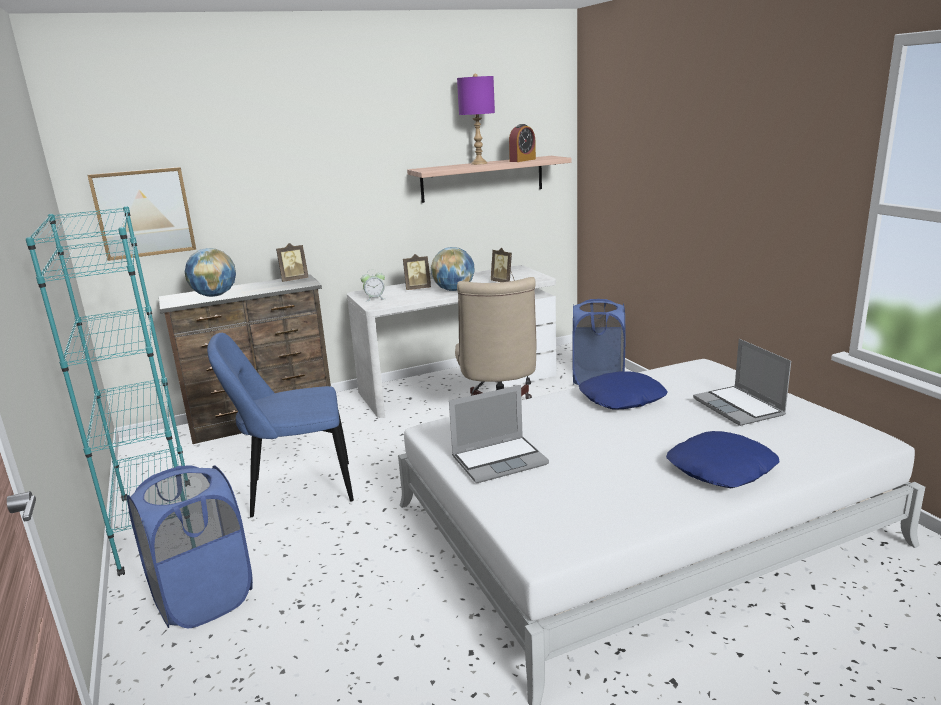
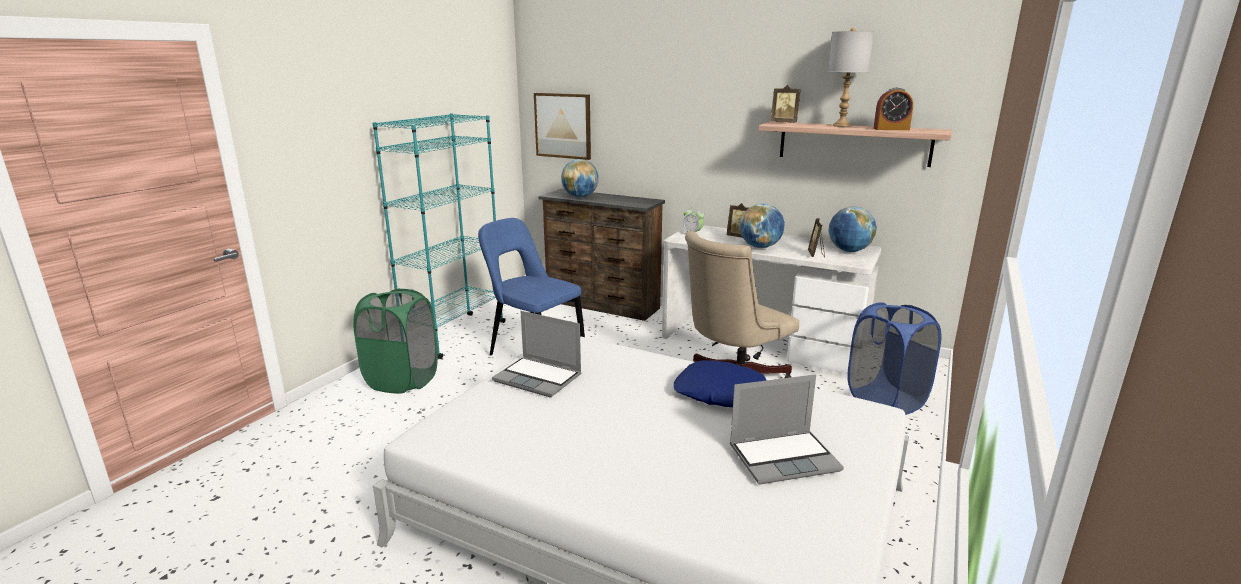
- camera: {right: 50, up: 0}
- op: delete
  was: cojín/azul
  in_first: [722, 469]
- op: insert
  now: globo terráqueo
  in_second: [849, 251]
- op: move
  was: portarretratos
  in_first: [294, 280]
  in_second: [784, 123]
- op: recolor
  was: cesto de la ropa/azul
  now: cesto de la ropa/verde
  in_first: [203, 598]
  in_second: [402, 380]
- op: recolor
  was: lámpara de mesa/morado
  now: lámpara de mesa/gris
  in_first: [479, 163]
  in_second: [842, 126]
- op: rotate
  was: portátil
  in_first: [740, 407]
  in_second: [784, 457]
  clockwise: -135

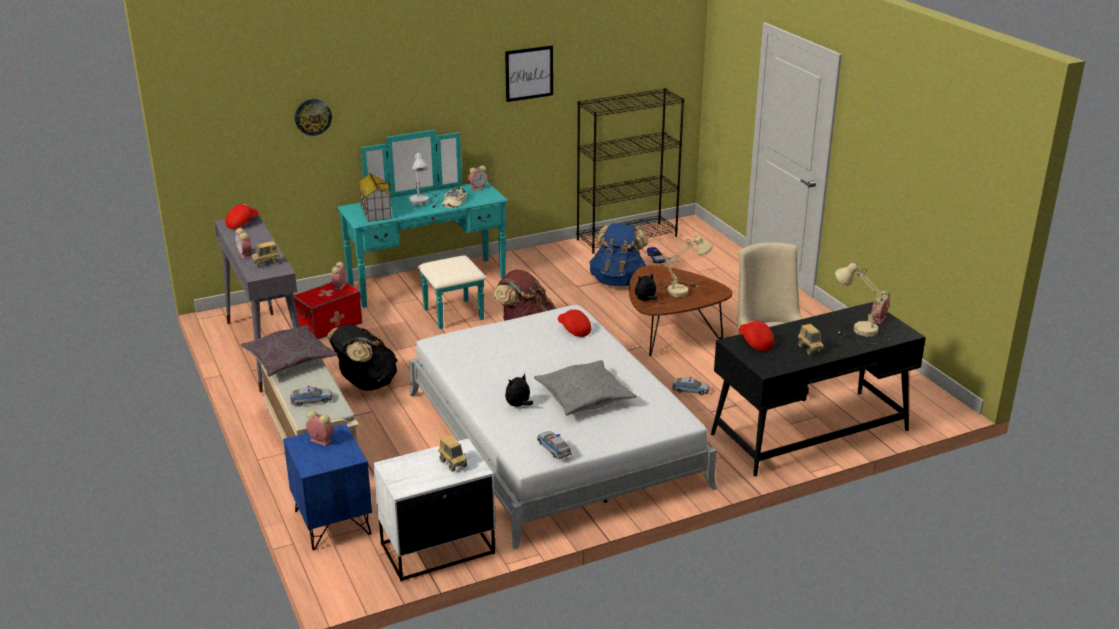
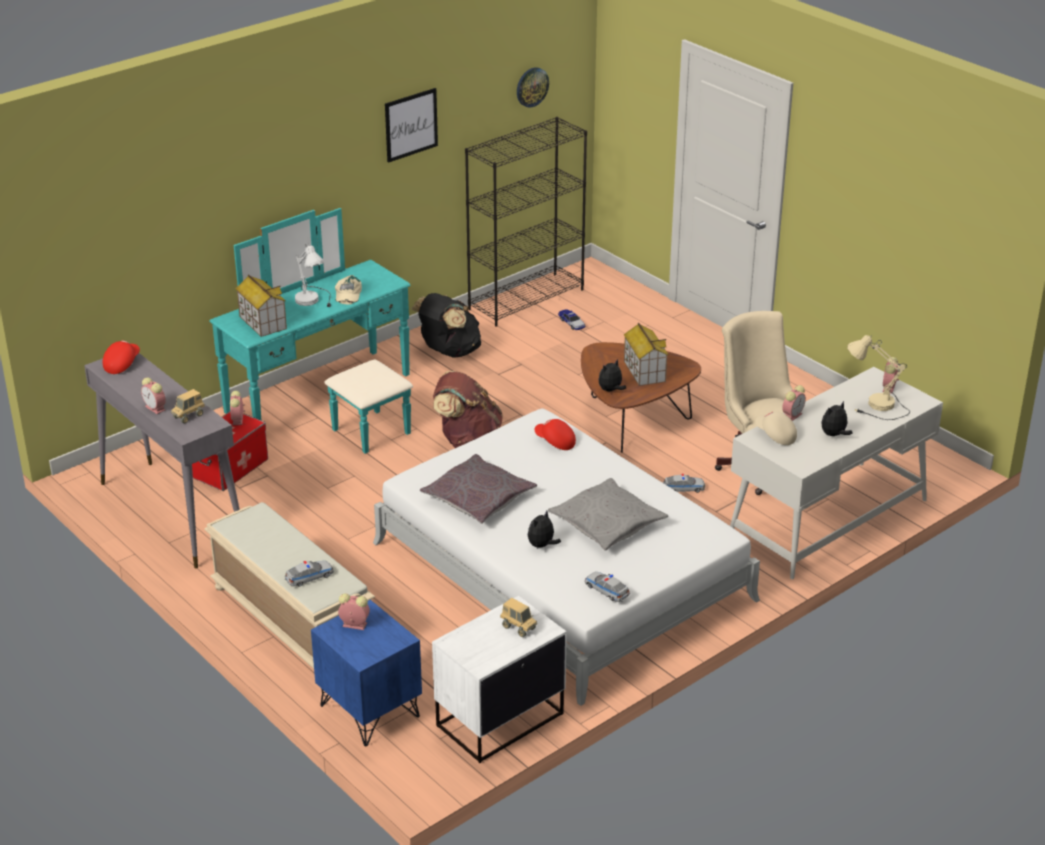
- camera: {right: -15, up: 5}
- op: delete
  was: mochila/azul
  in_first: [618, 281]
- op: move
  was: cojín/gris
  in_first: [290, 359]
  in_second: [478, 498]
- op: move
  was: reloj de pared
  in_first: [313, 117]
  in_second: [532, 87]
- op: move
  was: mochila/negro
  in_first: [365, 384]
  in_second: [448, 352]
- op: move
  was: despertador
  in_first: [478, 187]
  in_second: [792, 415]
- op: replace
  was: lámpara de mesa/beis
  now: casita
  in_first: [681, 290]
  in_second: [644, 371]
- op: replace
  was: camión de juguete
  now: peluche
  in_first: [810, 349]
  in_second: [834, 435]
- op: recolor
  was: escritorio/negro
  now: escritorio/blanco
  in_first: [809, 432]
  in_second: [827, 518]
- op: recolor
  was: gorra/rojo
  now: gorra/beis
  in_first: [755, 343]
  in_second: [775, 435]

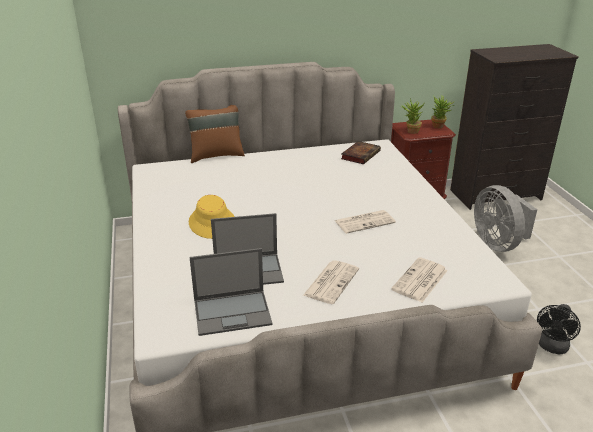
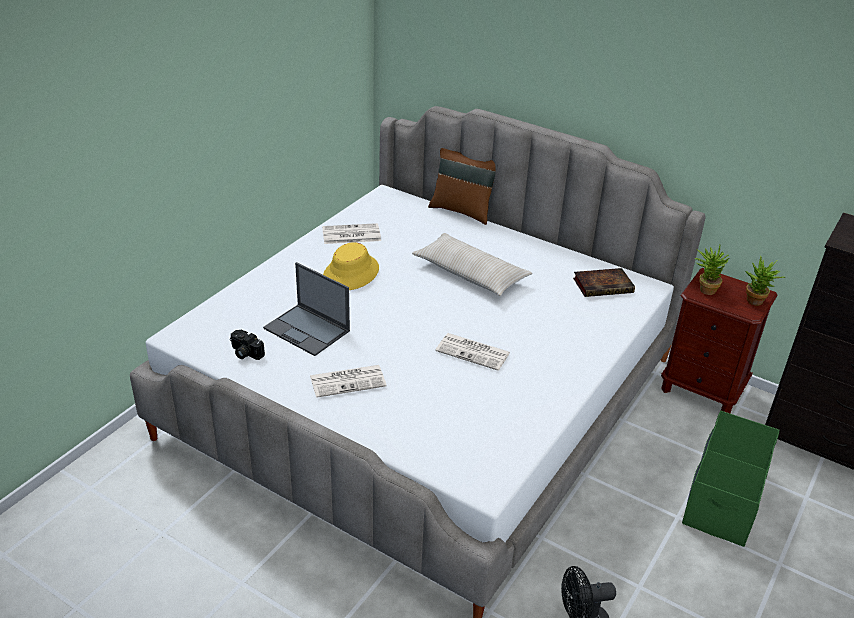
- camera: {right: 45, up: 5}
- op: insert
  now: cojín/beis
  in_second: [470, 274]
- op: move
  was: periódico
  in_first: [420, 281]
  in_second: [350, 235]
- op: replace
  was: portátil
  now: cámara
  in_first: [233, 312]
  in_second: [245, 353]
- op: replace
  was: ventilador/gris
  now: caja de almacenaje/verde
  in_first: [498, 243]
  in_second: [723, 497]

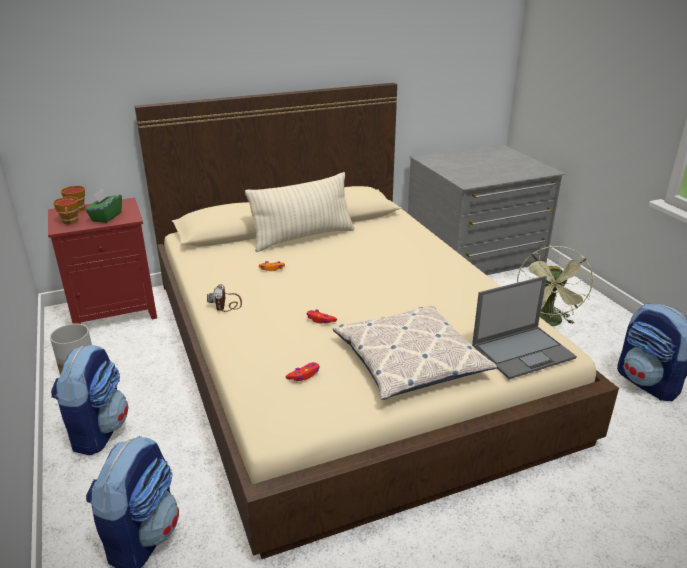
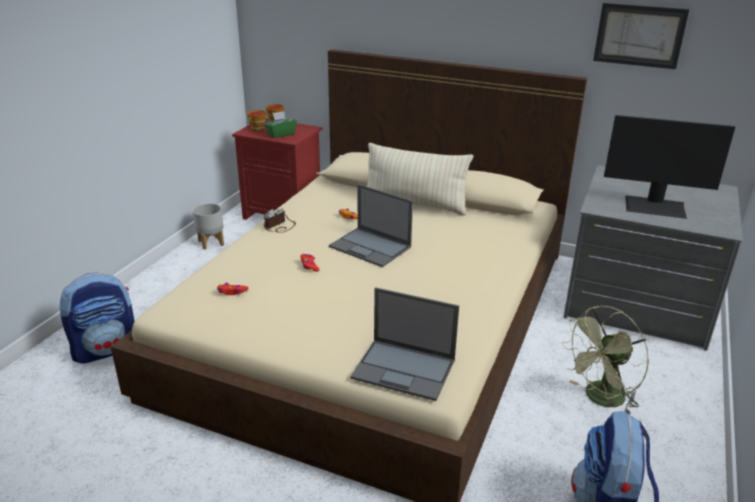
- camera: {right: 45, up: 0}
- op: delete
  was: mochila
  in_first: [98, 431]
- op: delete
  was: cojín
  in_first: [409, 361]
- op: insert
  now: portátil
  in_second: [371, 247]
- op: insert
  now: cuadro
  in_second: [639, 35]
- op: insert
  now: monitor
  in_second: [655, 207]

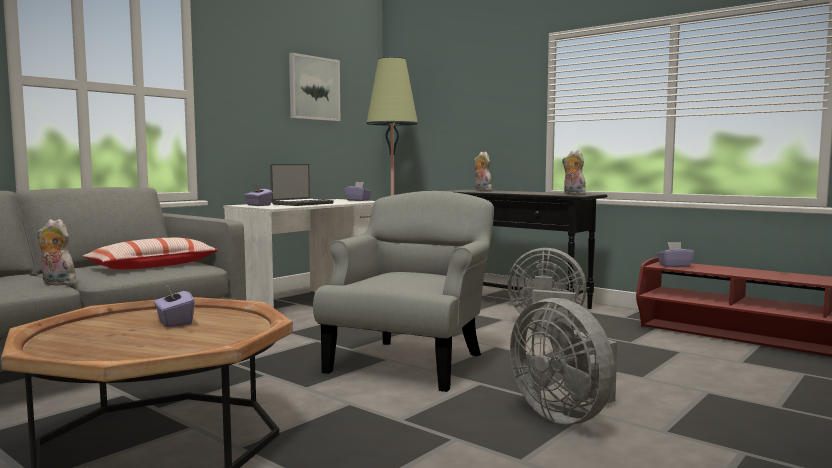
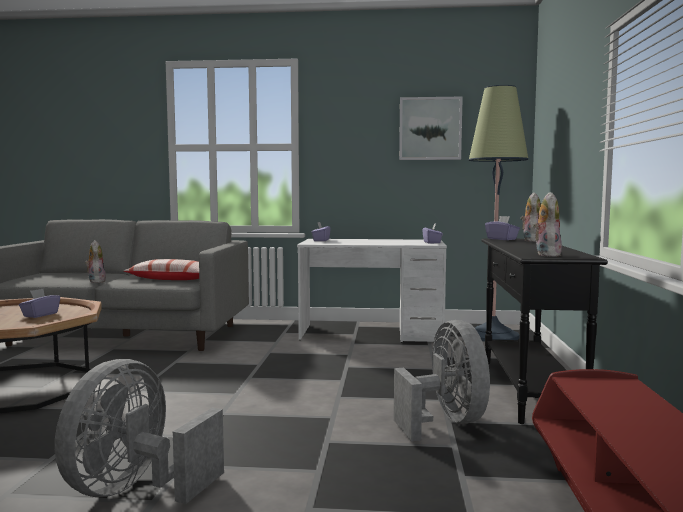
- camera: {right: 55, up: 0}
- op: delete
  was: portátil
  in_first: [302, 204]
- op: delete
  was: sillón/gris
  in_first: [410, 362]
- op: move
  was: caja de pañuelos/morado
  in_first: [674, 266]
  in_second: [502, 239]

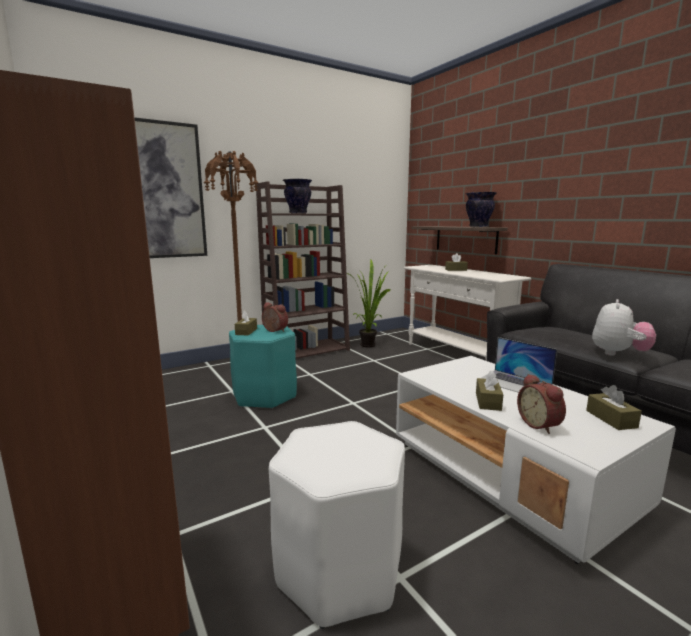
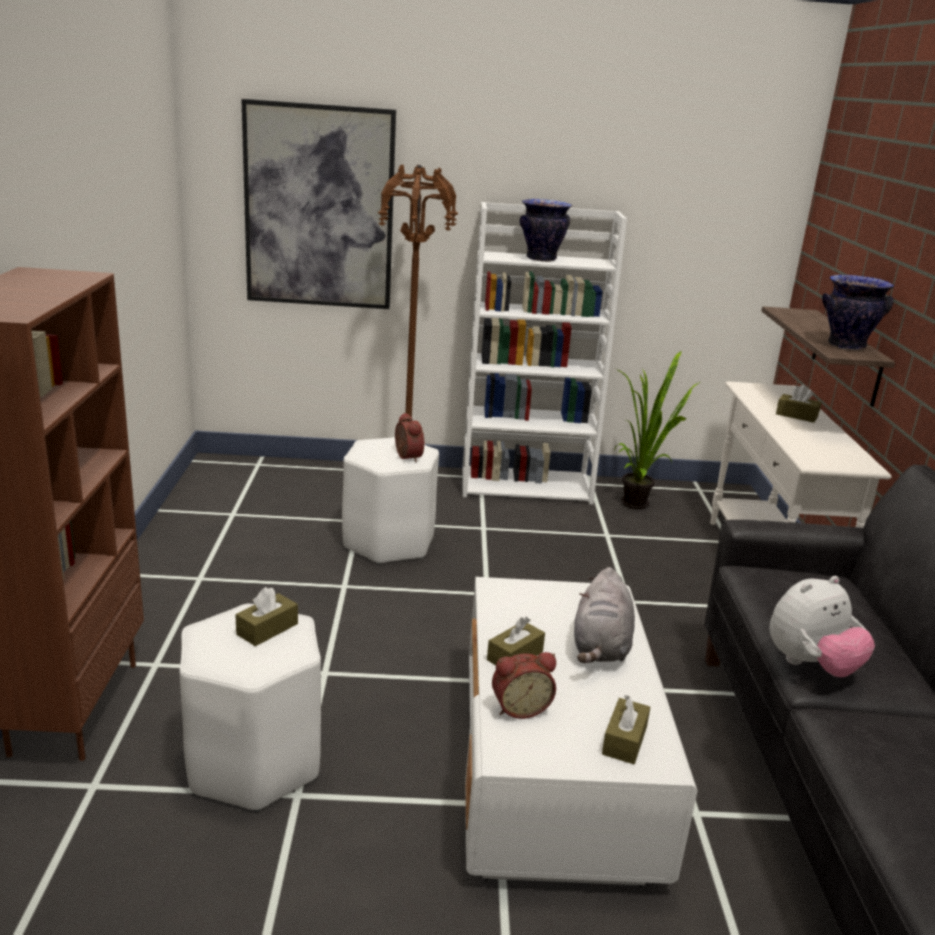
- camera: {right: 30, up: 10}
- op: move
  was: caja de pañuelos/marrón
  in_first: [246, 331]
  in_second: [267, 629]
- op: replace
  was: portátil
  now: peluche/gris
  in_first: [514, 383]
  in_second: [600, 647]
- op: recolor
  was: taburete/turquesa
  now: taburete/blanco
  in_first: [264, 396]
  in_second: [388, 542]
- op: recolor
  was: estantería/marrón
  now: estantería/blanco
  in_first: [307, 351]
  in_second: [527, 485]
- op: rotate
  was: despertador
  in_first: [540, 424]
  in_second: [519, 707]
  clockwise: -120

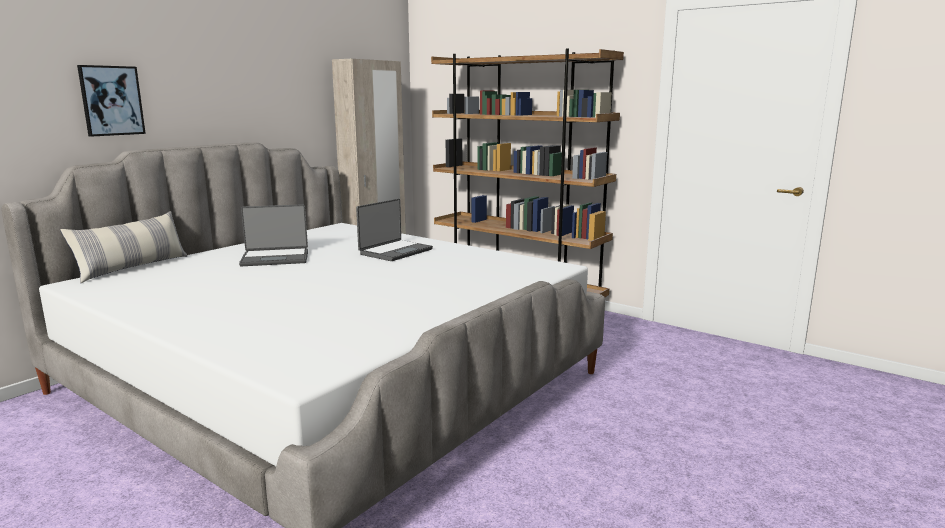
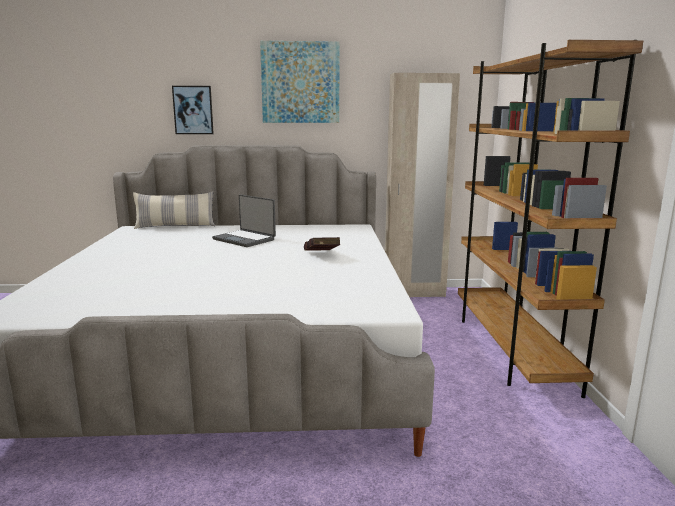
- camera: {right: 50, up: 0}
- op: insert
  now: cuadro
  in_second: [300, 82]
- op: replace
  was: portátil
  now: libro/rojo
  in_first: [395, 251]
  in_second: [321, 255]

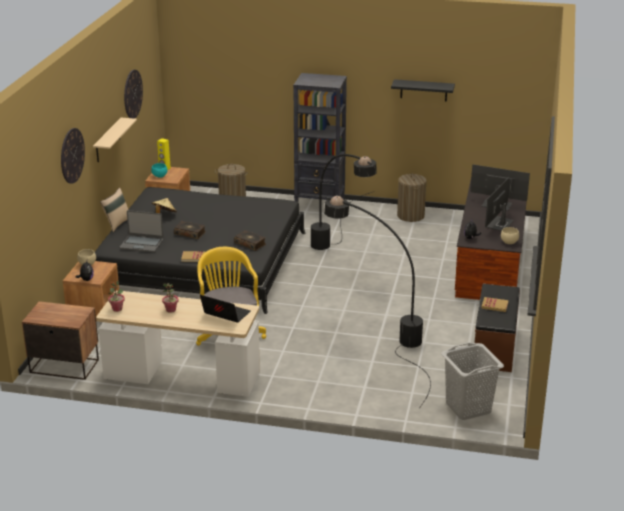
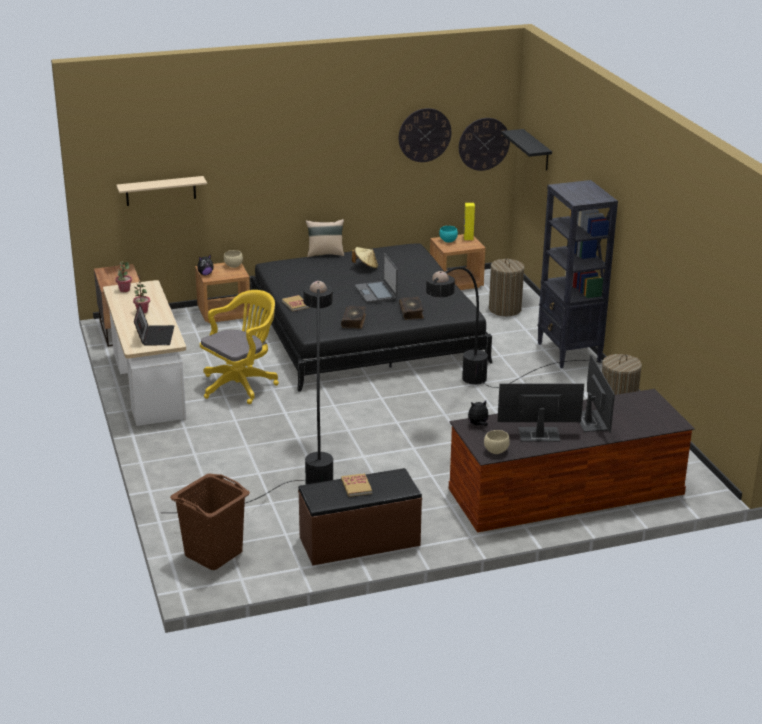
- camera: {right: 60, up: 0}
- op: move
  was: reloj de pared
  in_first: [72, 155]
  in_second: [484, 144]
- op: move
  was: estante/beis
  in_first: [108, 140]
  in_second: [160, 191]
- op: move
  was: portátil
  in_first: [141, 244]
  in_second: [376, 293]
- op: move
  was: libro
  in_first: [190, 233]
  in_second: [411, 312]
- op: move
  was: estante/negro
  in_first: [423, 90]
  in_second: [536, 150]
- op: recolor
  was: cesto de la ropa/gris
  now: cesto de la ropa/marrón
  in_first: [468, 407]
  in_second: [214, 554]

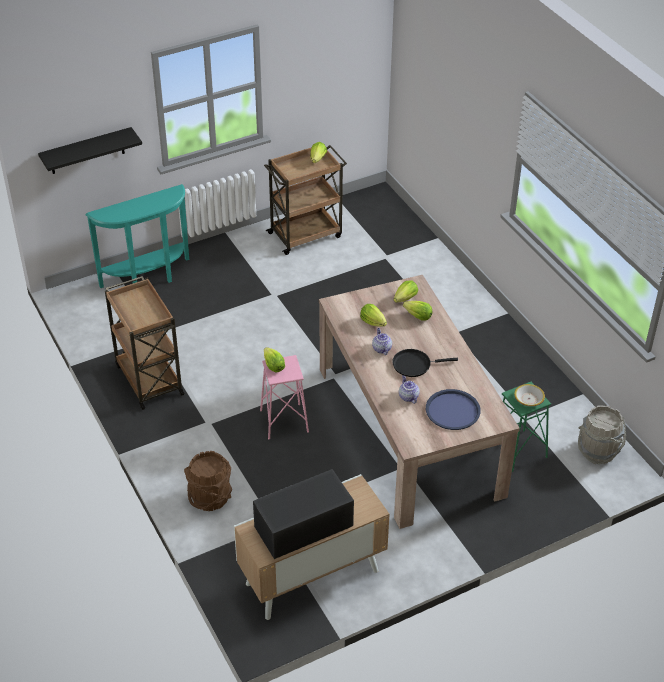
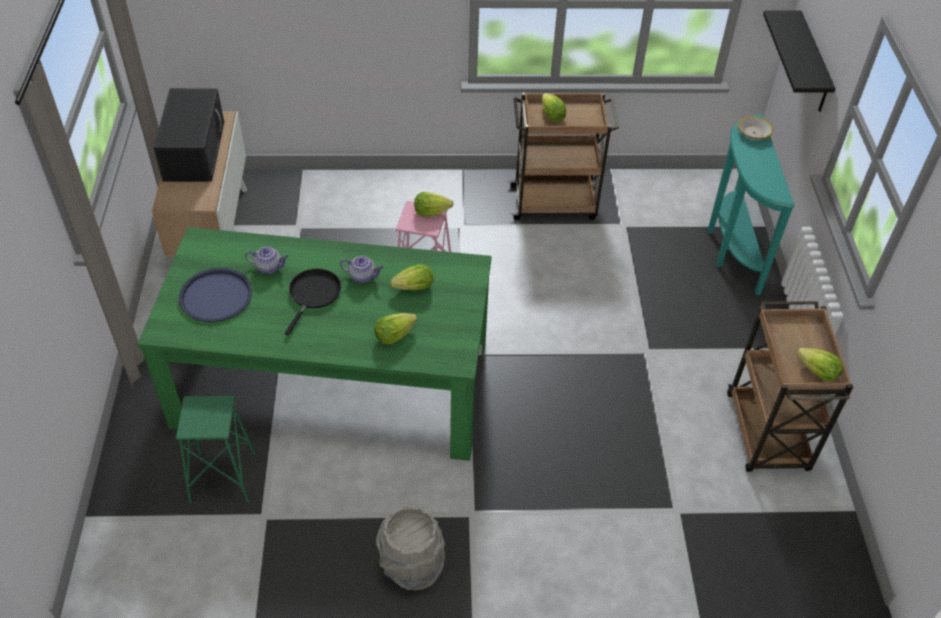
- camera: {right: 115, up: 5}
- op: delete
  was: cubo/marrón
  in_first: [210, 497]
- op: move
  was: lechuga
  in_first: [405, 298]
  in_second: [552, 116]
- op: move
  was: cuenco
  in_first: [529, 399]
  in_second: [754, 133]
- op: move
  was: cubo/gris
  in_first: [598, 451]
  in_second: [411, 565]
- op: recolor
  was: mesa de comedor/beis
  now: mesa de comedor/verde
  in_first: [409, 430]
  in_second: [333, 384]

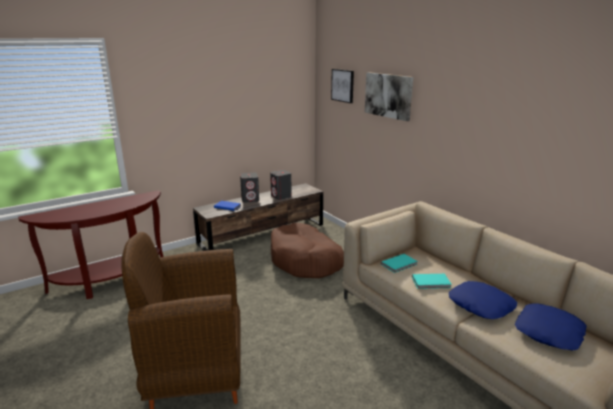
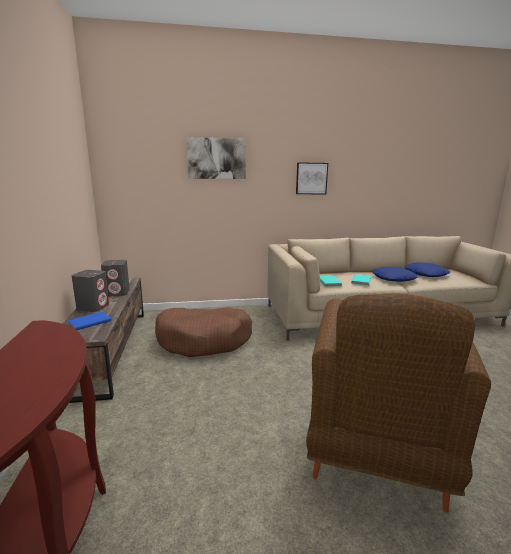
- camera: {right: -65, up: -5}
- op: move
  was: cuadro
  in_first: [343, 85]
  in_second: [311, 178]

